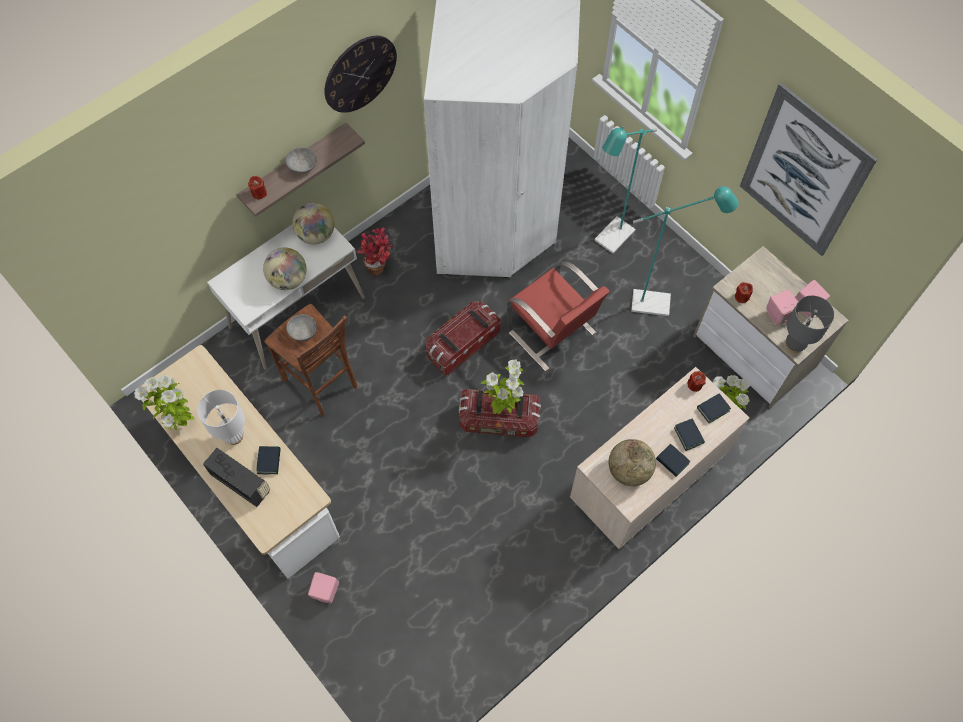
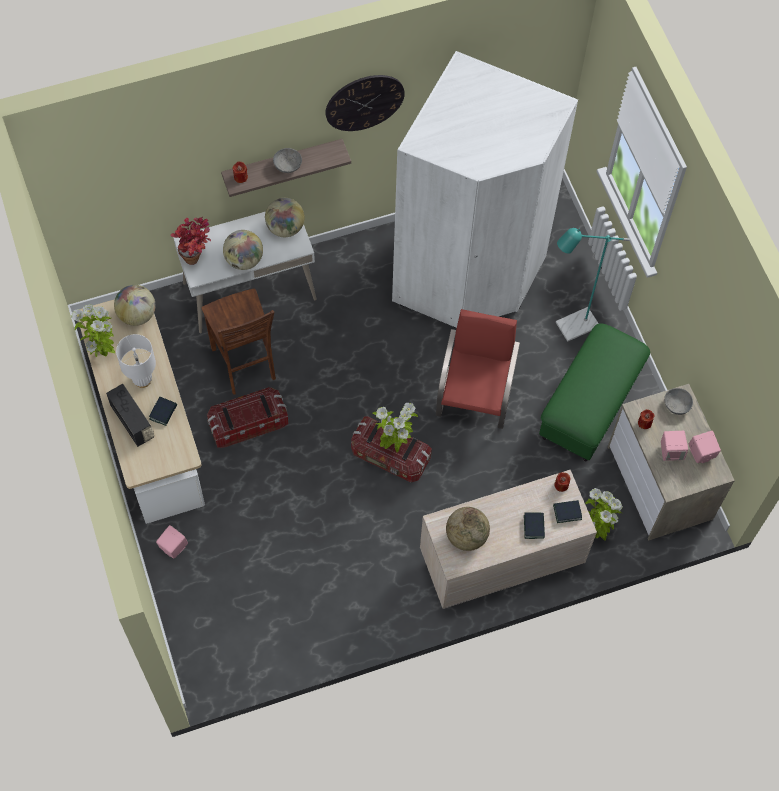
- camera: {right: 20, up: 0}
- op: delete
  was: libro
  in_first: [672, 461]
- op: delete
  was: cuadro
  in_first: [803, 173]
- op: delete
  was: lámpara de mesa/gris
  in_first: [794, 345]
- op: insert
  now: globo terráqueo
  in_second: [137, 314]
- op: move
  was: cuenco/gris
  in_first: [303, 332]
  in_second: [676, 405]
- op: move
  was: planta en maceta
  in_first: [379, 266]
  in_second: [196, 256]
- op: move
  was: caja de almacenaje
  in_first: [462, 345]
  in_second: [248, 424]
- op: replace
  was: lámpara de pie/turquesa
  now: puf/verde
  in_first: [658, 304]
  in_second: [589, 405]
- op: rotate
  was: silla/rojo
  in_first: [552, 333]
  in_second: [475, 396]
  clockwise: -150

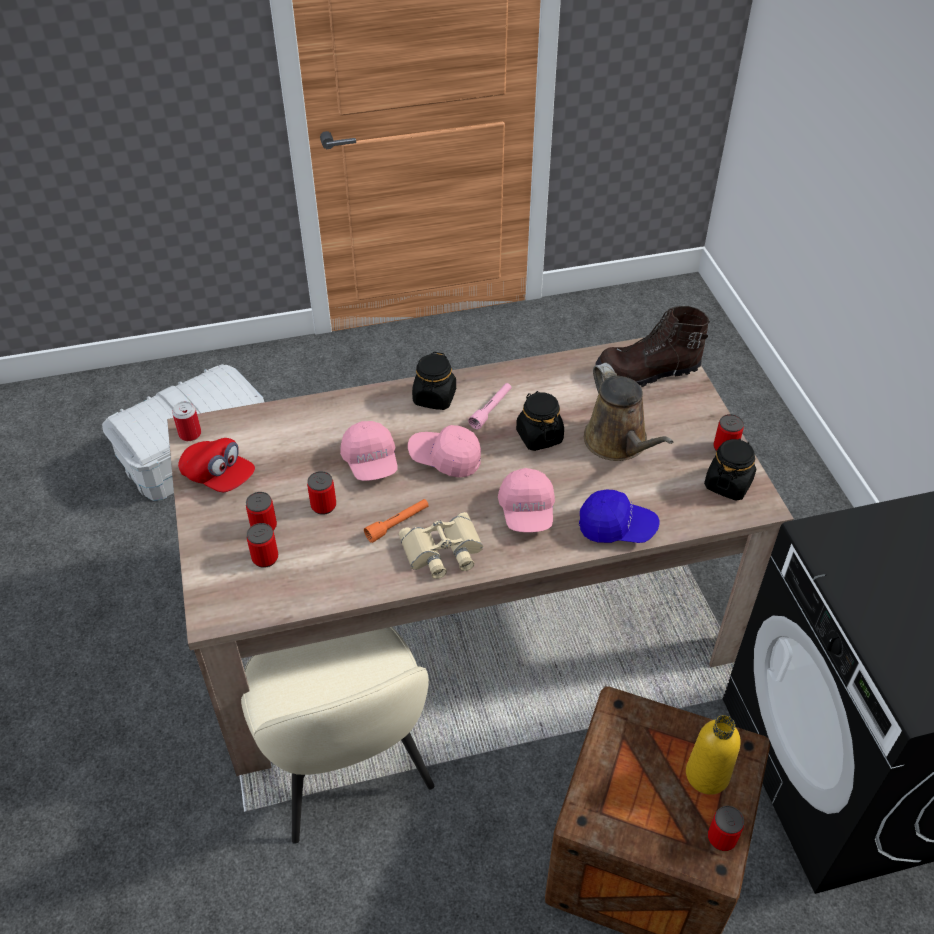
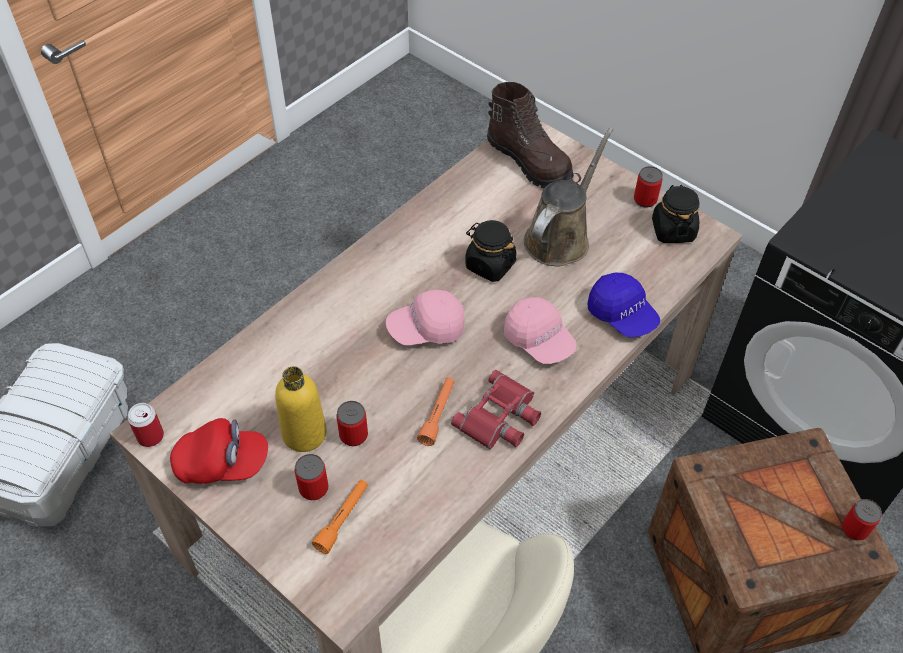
- camera: {right: -35, up: 5}
- op: delete
  was: gorra/rosa
  in_first: [371, 462]
- op: delete
  was: tarro/negro
  in_first: [434, 398]
- op: delete
  was: linterna/rosa
  in_first: [491, 410]
- op: move
  was: botella/amarillo
  in_first: [707, 775]
  in_second: [304, 433]
- op: replace
  was: lata
  now: linterna/naranja
  in_first: [265, 558]
  in_second: [343, 519]
- op: recolor
  was: prismáticos/beis
  now: prismáticos/rojo
  in_first: [443, 552]
  in_second: [500, 418]
- op: rotate
  was: gorra/azul
  in_first: [616, 527]
  in_second: [622, 315]
  clockwise: 75
- op: rotate
  was: regadera/marrón
  in_first: [618, 443]
  in_second: [560, 237]
  clockwise: -90
- op: rotate
  was: bota/marrón
  in_first: [648, 372]
  in_second: [530, 161]
  clockwise: -90

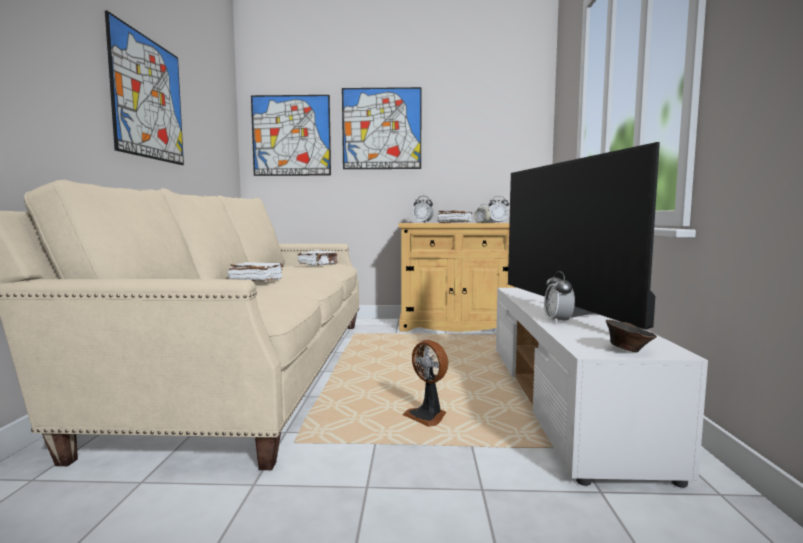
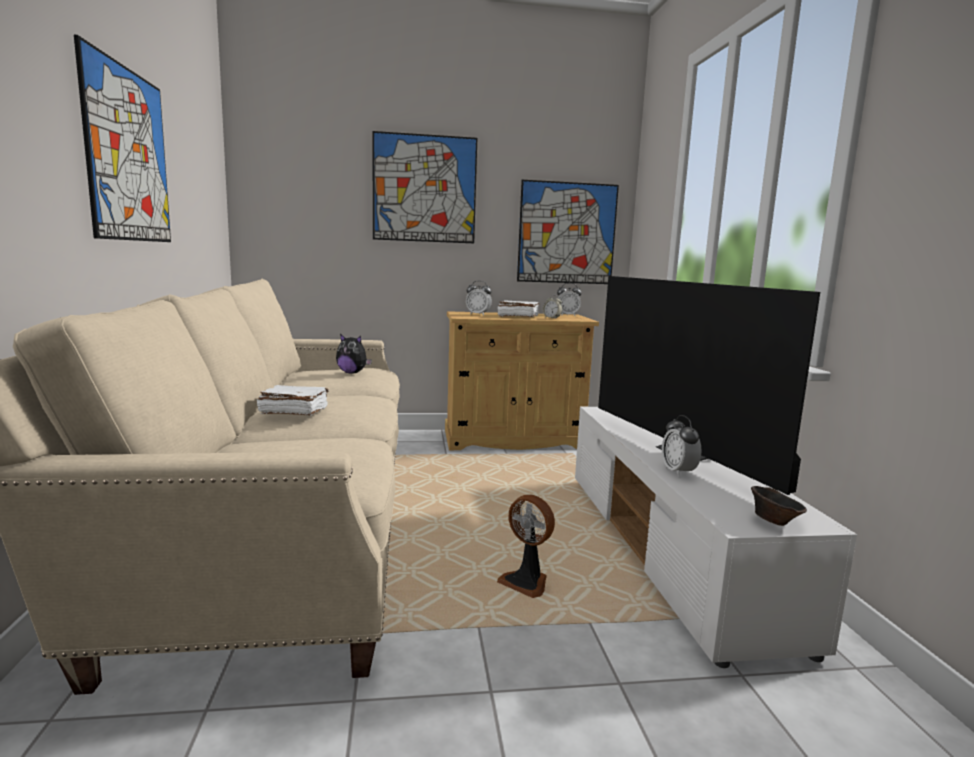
- camera: {right: -10, up: 5}
- op: move
  was: cuadro
  in_first: [291, 135]
  in_second: [567, 233]
- op: replace
  was: libro/blanco
  now: peluche
  in_first: [318, 265]
  in_second: [352, 373]

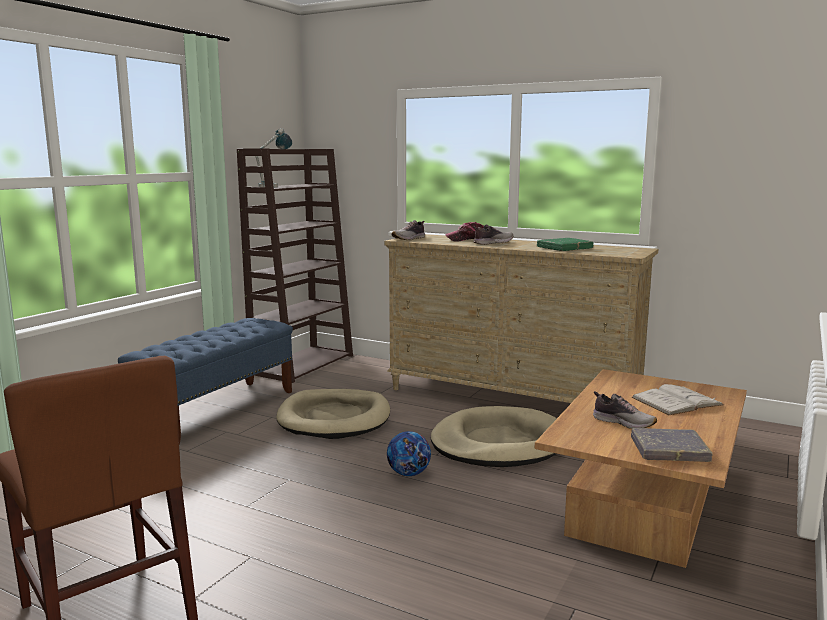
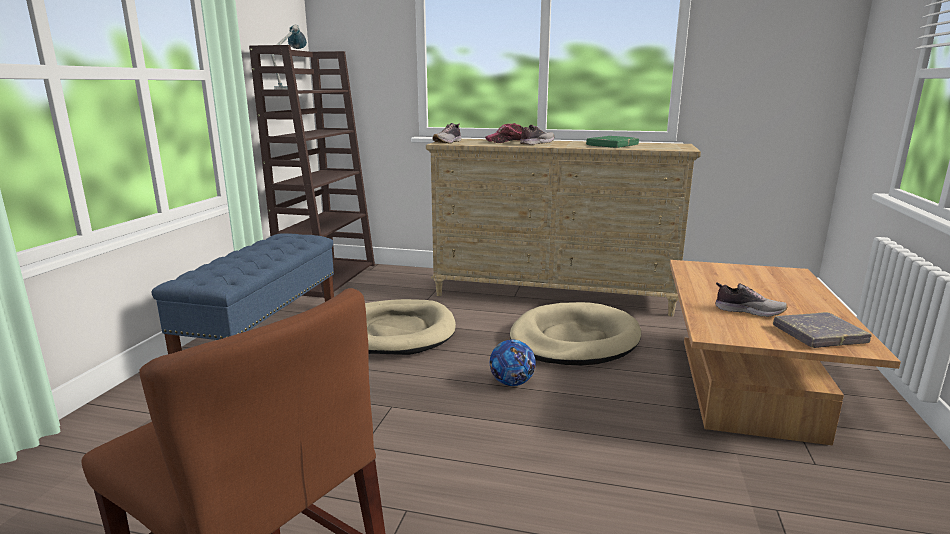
- camera: {right: -15, up: 5}
- op: delete
  was: libro/blanco
  in_first: [677, 401]

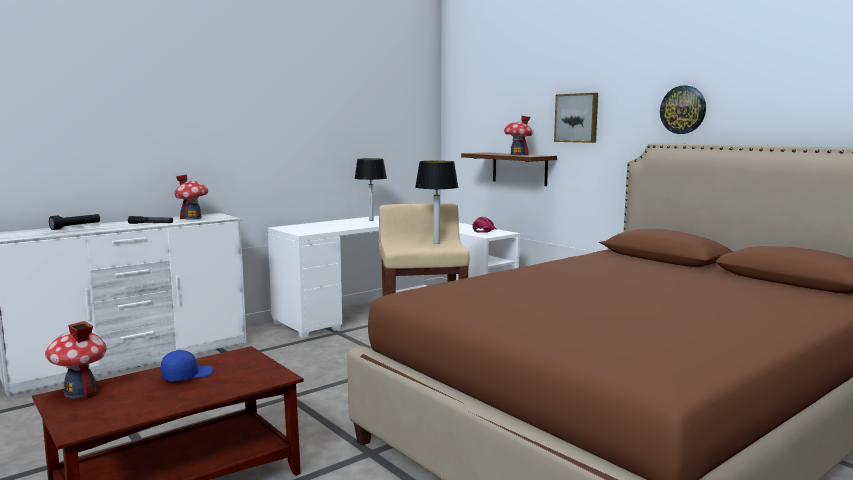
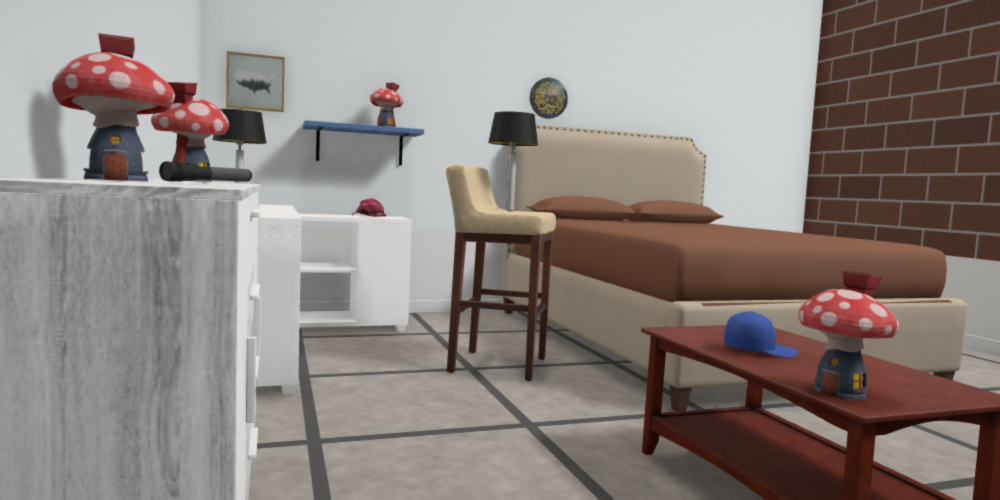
- camera: {right: -70, up: -5}
- op: move
  was: cuadro
  in_first: [577, 118]
  in_second: [255, 82]
- op: replace
  was: linterna/negro
  now: casita
  in_first: [76, 227]
  in_second: [116, 179]
- op: recolor
  was: estante/marrón
  now: estante/azul
  in_first: [519, 168]
  in_second: [360, 145]
- op: rotate
  was: gorra/azul
  in_first: [187, 375]
  in_second: [759, 351]
  clockwise: 120

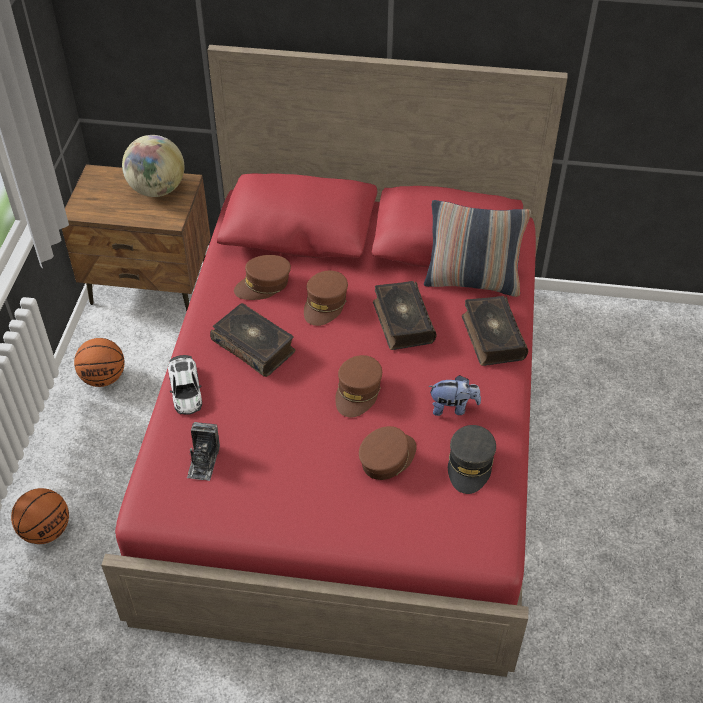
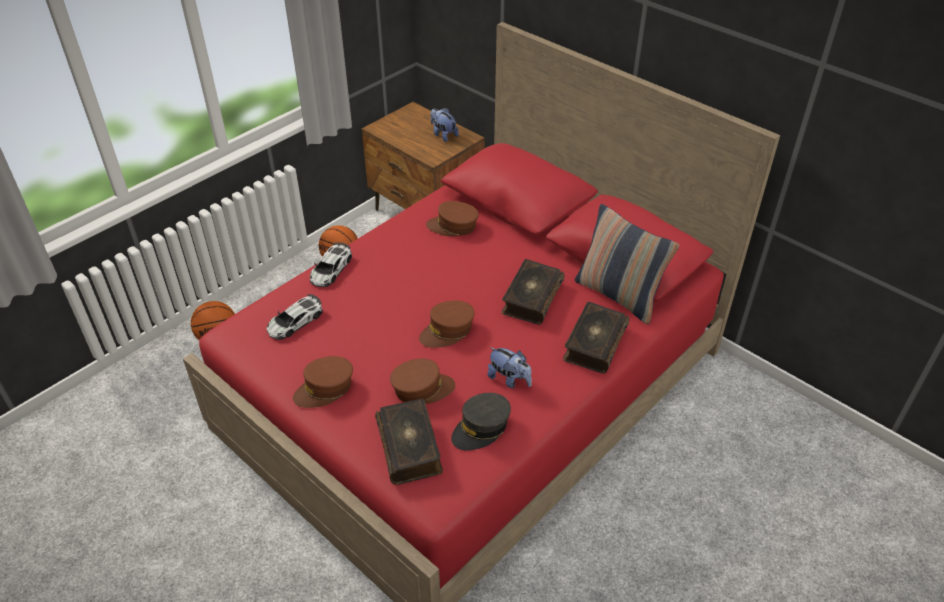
- camera: {right: 35, up: -5}
- op: move
  was: libro
  in_first: [254, 346]
  in_second: [410, 447]
- op: move
  was: gorra/marrón
  in_first: [325, 304]
  in_second: [325, 389]
- op: replace
  was: globo terráqueo
  now: peluche
  in_first: [157, 189]
  in_second: [443, 135]
- op: replace
  was: cámara
  now: coche de juguete
  in_first: [203, 461]
  in_second: [295, 322]

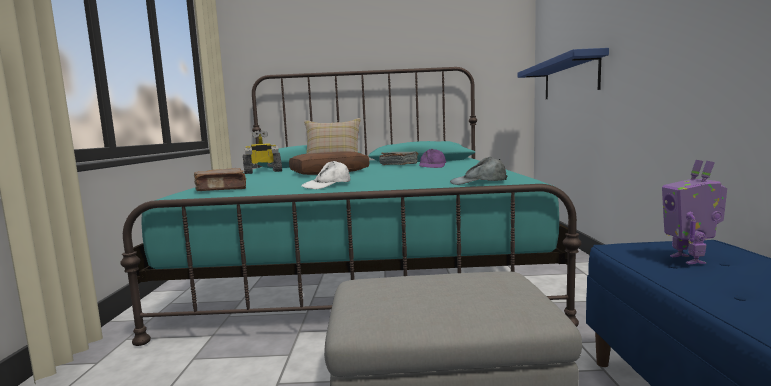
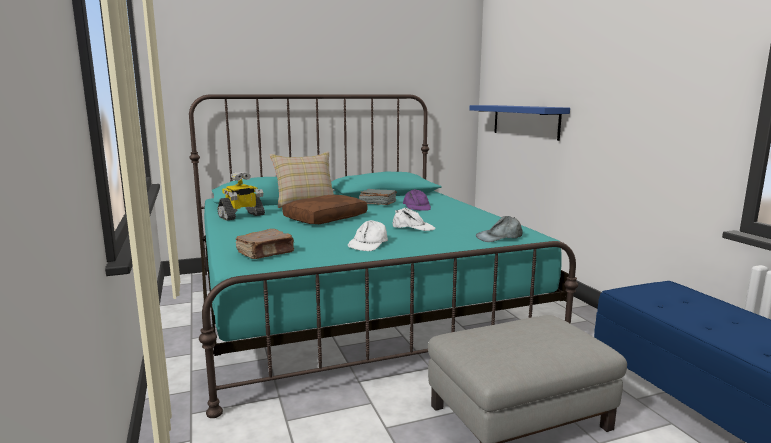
- camera: {right: -20, up: 5}
- op: delete
  was: robot de juguete
  in_first: [689, 259]
- op: insert
  now: gorra/blanco
  in_second: [413, 227]

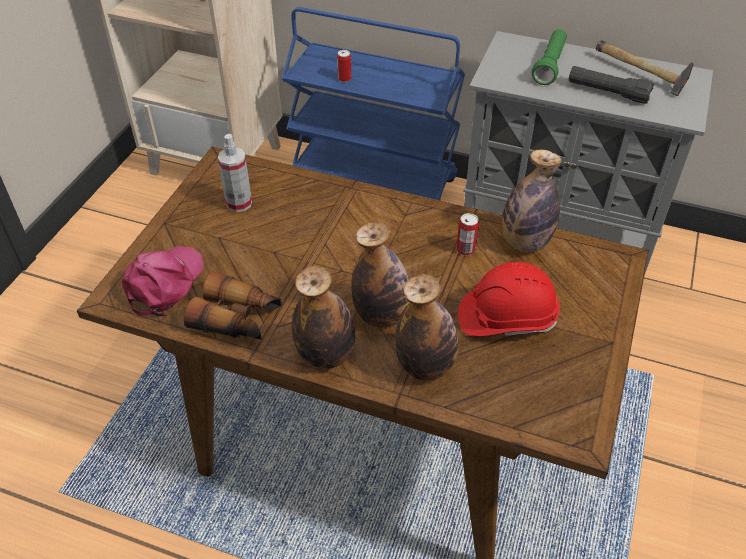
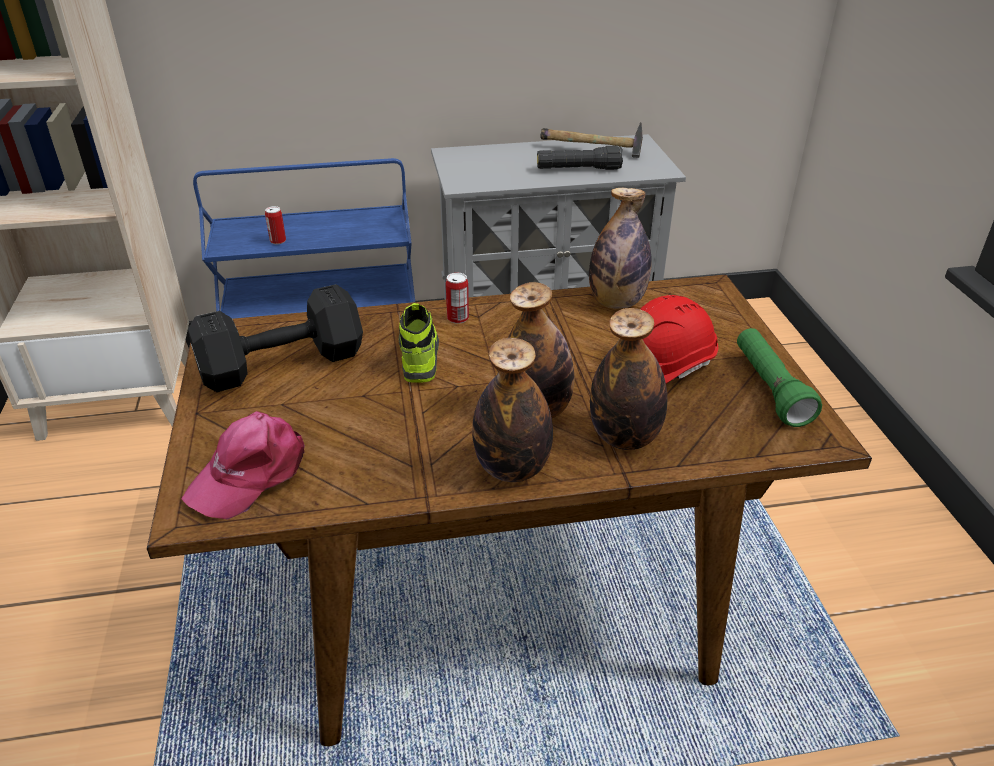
- camera: {right: -30, up: -10}
- op: delete
  was: prismáticos
  in_first: [237, 319]
- op: insert
  now: zapato
  in_second: [418, 354]
- op: move
  was: lata
  in_first: [465, 249]
  in_second: [458, 318]
- op: move
  was: linterna/verde
  in_first: [549, 65]
  in_second: [769, 389]
- op: replace
  was: pulverizador
  now: mancuerna/negro
  in_first: [239, 203]
  in_second: [278, 364]
- op: rotate
  was: gorra/rosa
  in_first: [164, 284]
  in_second: [250, 473]
  clockwise: -135

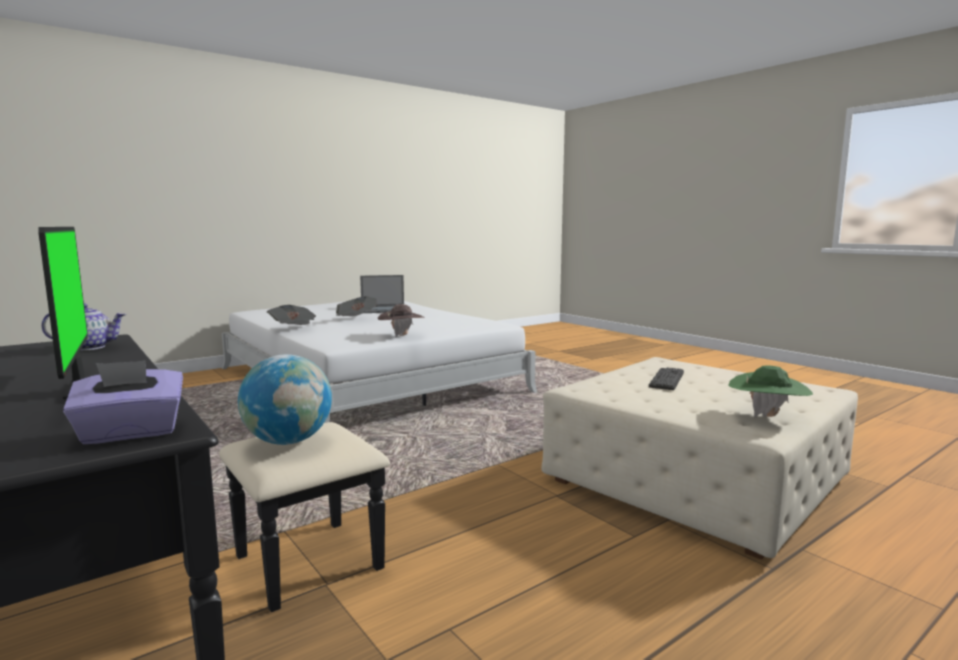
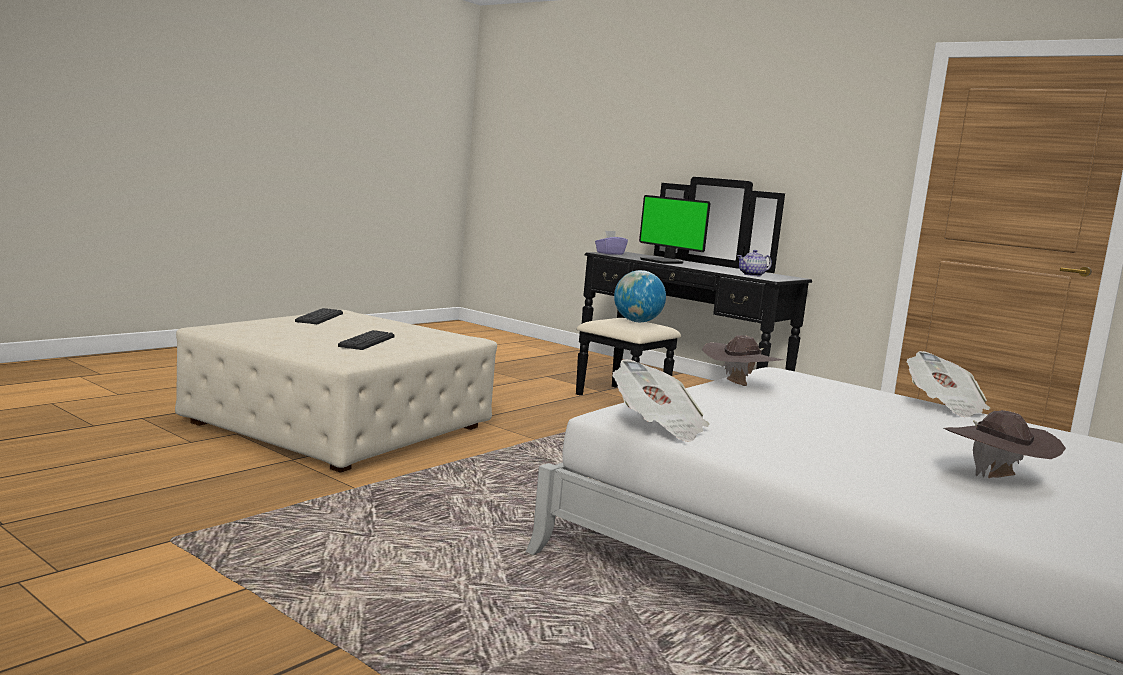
- camera: {right: 165, up: 0}
- op: move
  was: periódico
  in_first: [356, 319]
  in_second: [658, 427]
- op: replace
  was: portátil
  now: sombrero/marrón
  in_first: [384, 310]
  in_second: [995, 481]
- op: replace
  was: sombrero/verde
  now: teclado
  in_first: [767, 416]
  in_second: [319, 317]

